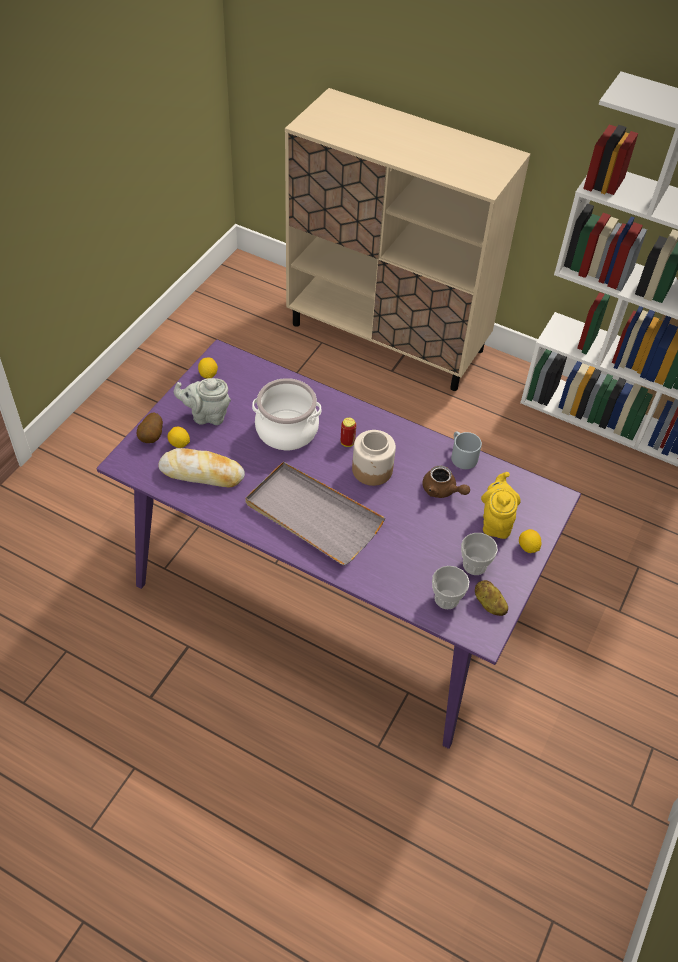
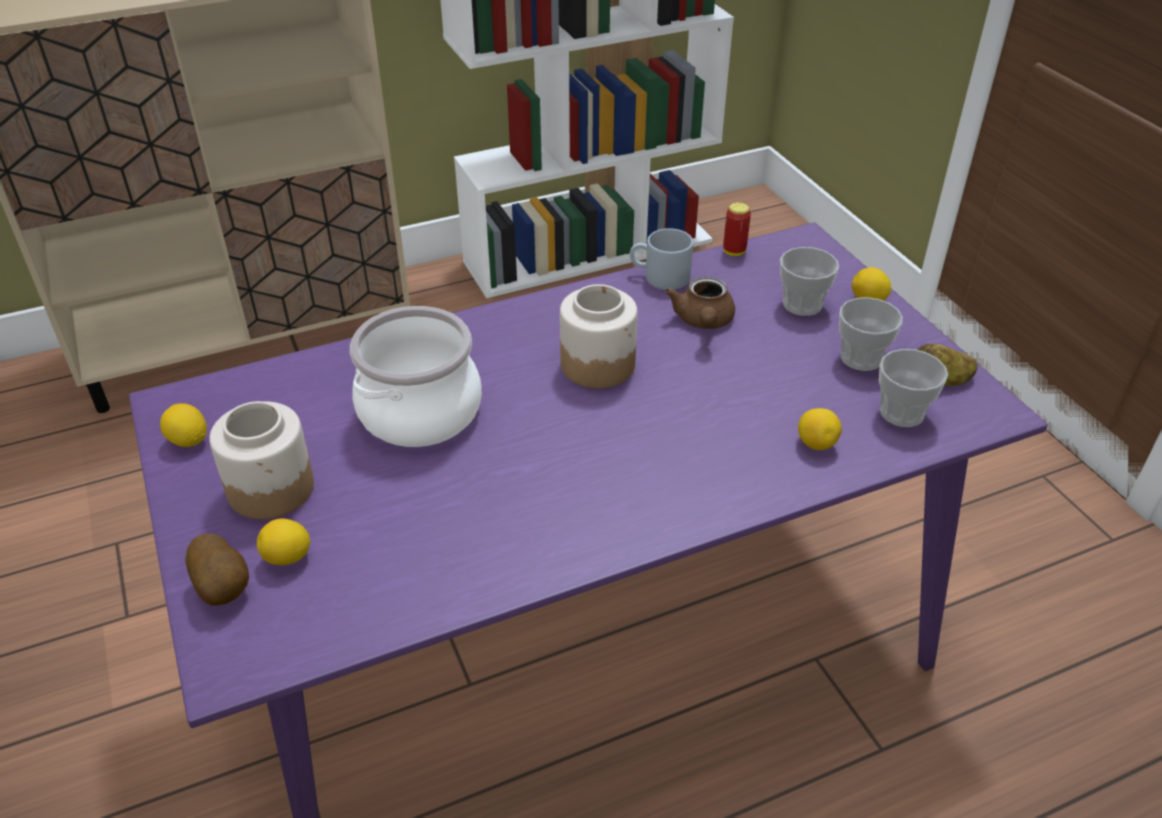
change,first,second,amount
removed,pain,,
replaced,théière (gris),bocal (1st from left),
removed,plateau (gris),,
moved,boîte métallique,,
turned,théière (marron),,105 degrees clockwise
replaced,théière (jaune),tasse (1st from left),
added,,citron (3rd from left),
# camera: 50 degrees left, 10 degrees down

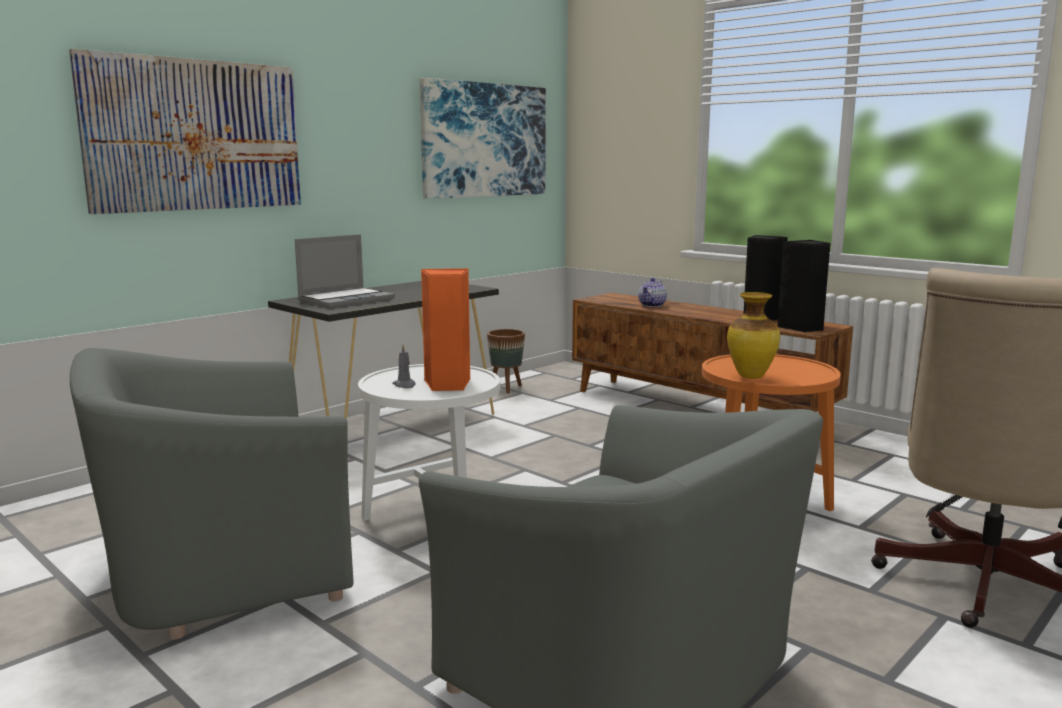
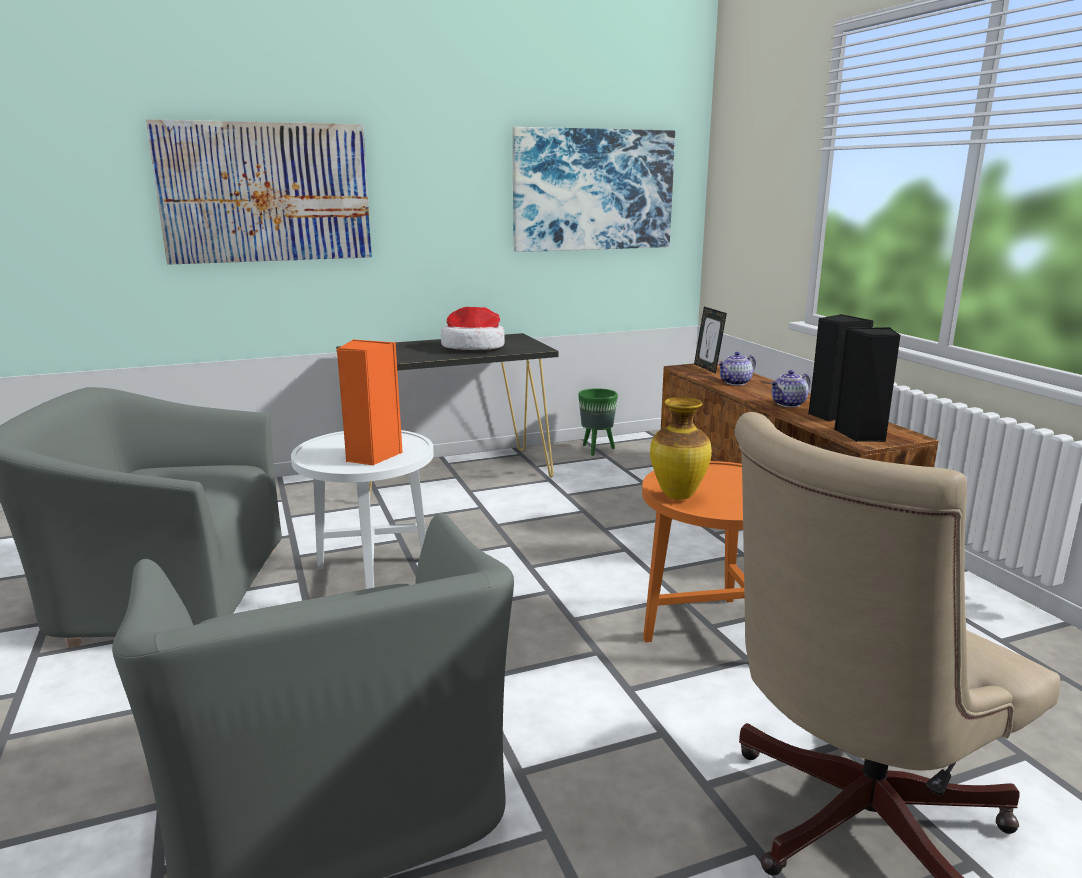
change,first,second,amount
removed,ordinateur portable,,
removed,bougie (gris),,
recoloured,cache-pot (marron),cache-pot (vert),
added,,chapeau,
added,,cadre photo,
added,,théière (2nd from left),
# camera: 25 degrees right, 5 degrees up

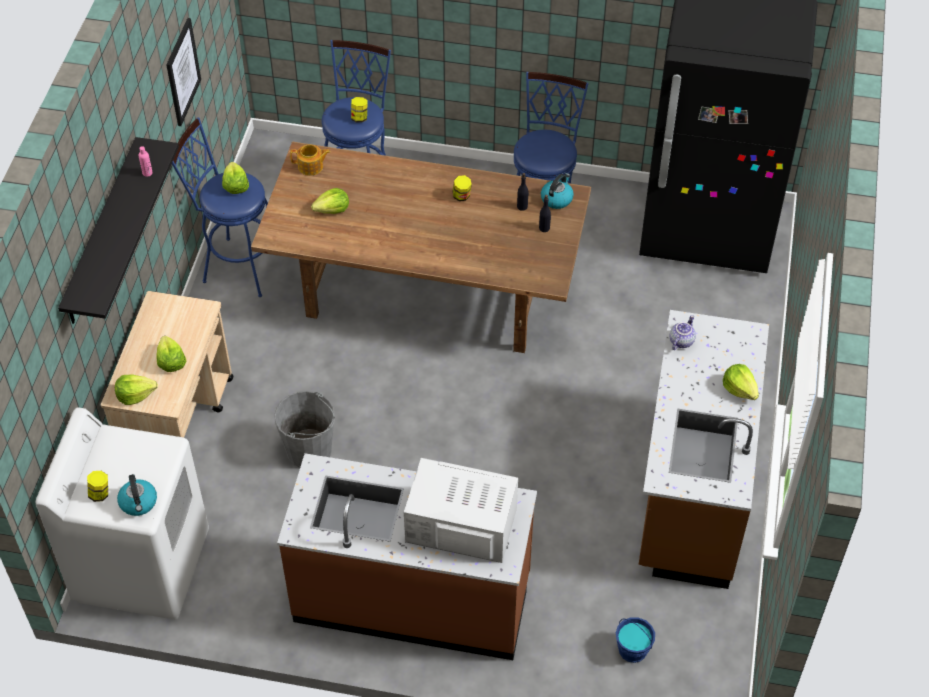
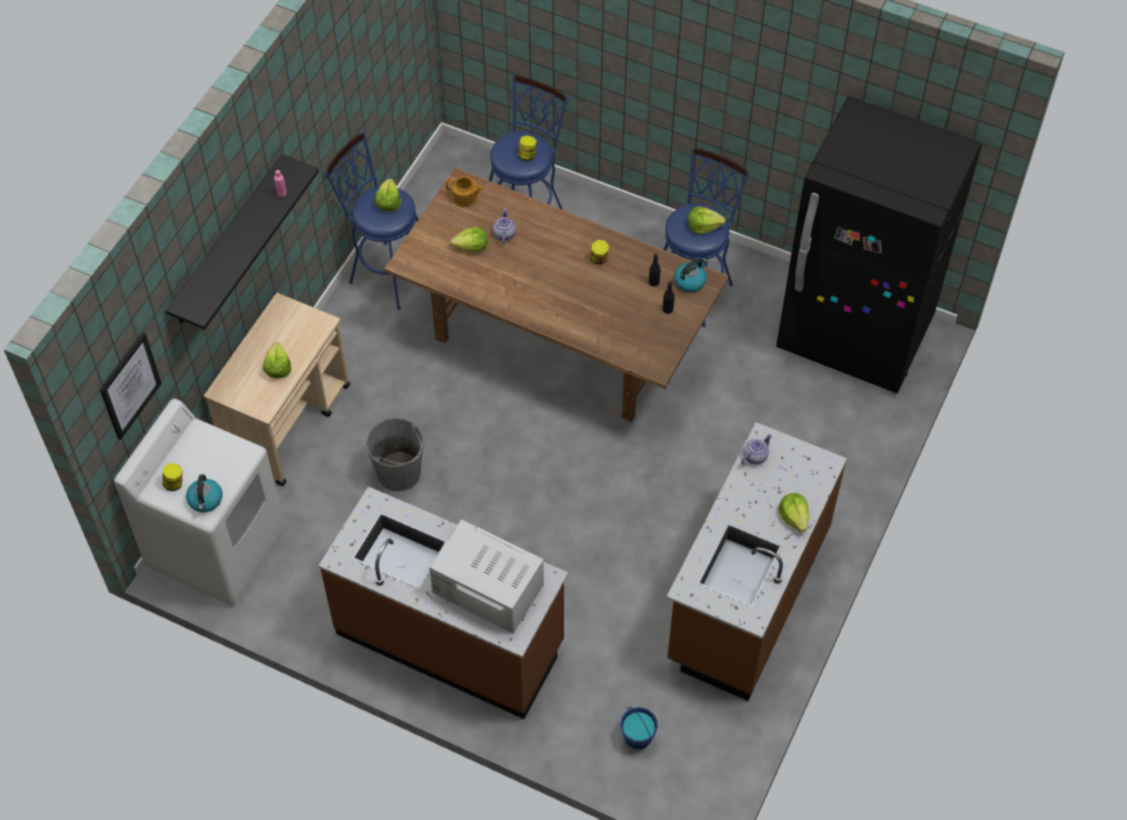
change,first,second,amount
moved,laitue (1st from left in the first image),laitue (4th from left),
moved,tableau,,
added,,théière (2nd from left),
# camera: 15 degrees right, 5 degrees up

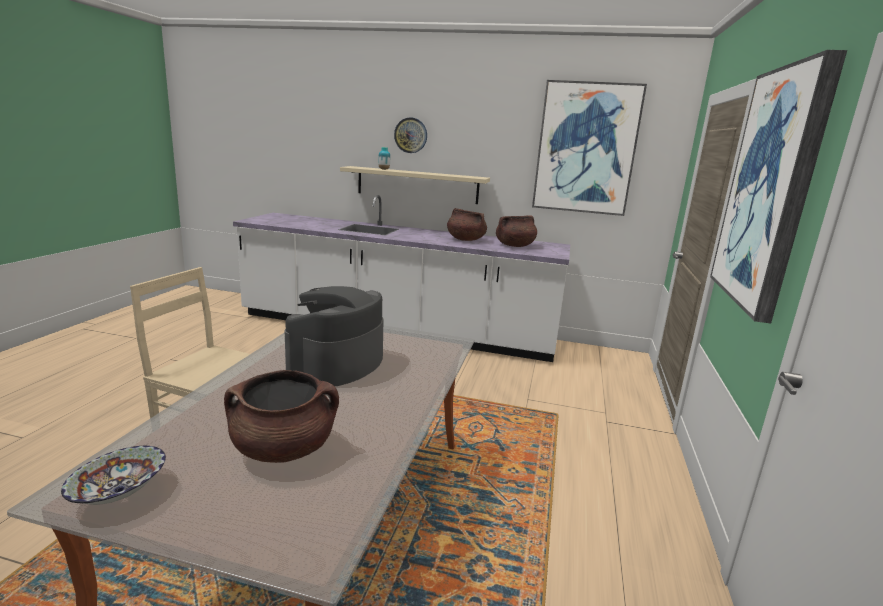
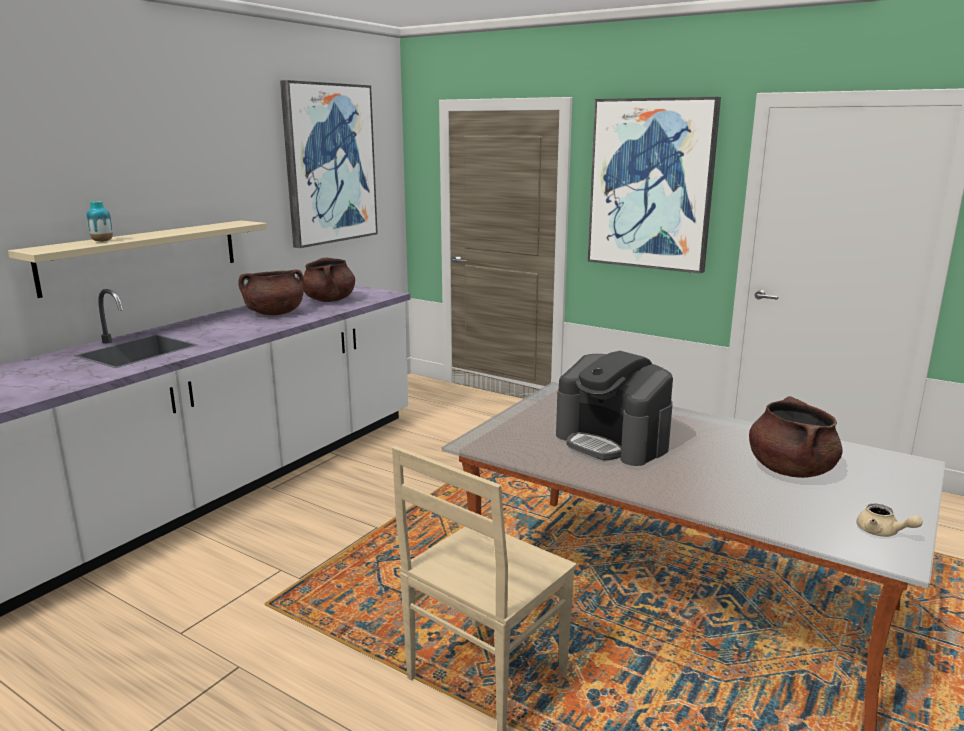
change,first,second,amount
replaced,bol,théière (beige),
removed,horloge murale,,
# camera: 70 degrees left, 0 degrees up

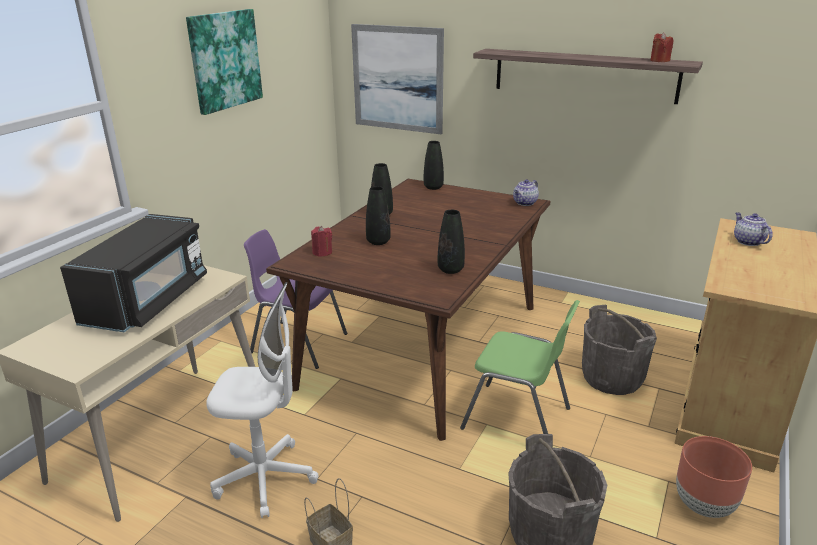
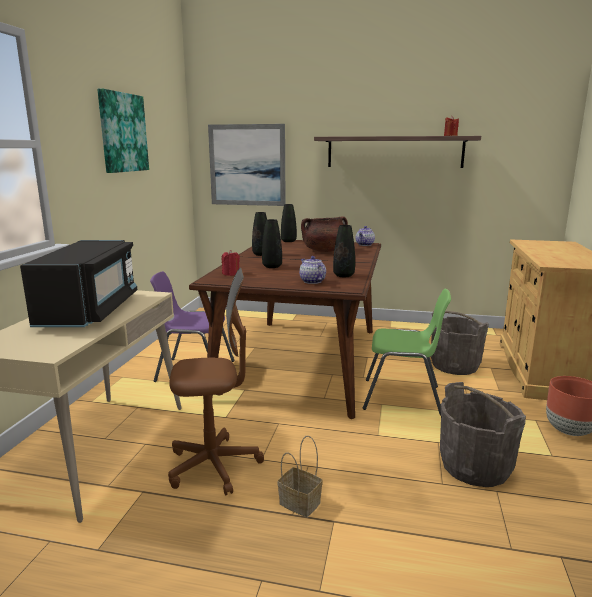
change,first,second,amount
recoloured,chaise de bureau (blanc),chaise de bureau (marron),
moved,théière (2nd from left in the first image),théière (1st from left),
added,,marmite (marron),
# camera: 15 degrees left, 10 degrees down

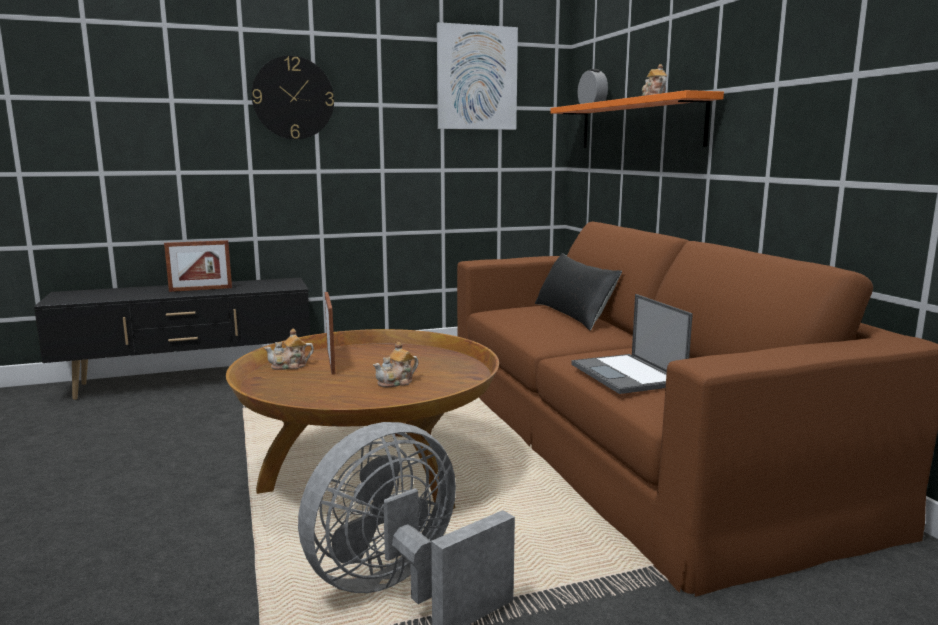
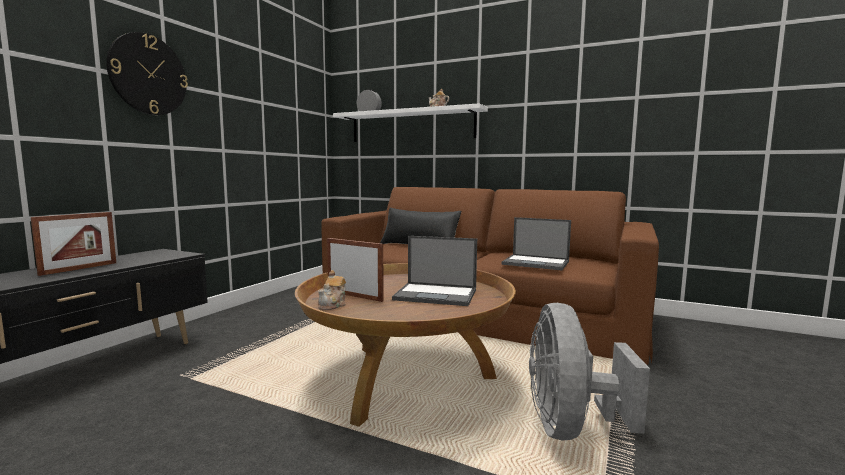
change,first,second,amount
replaced,théière (2nd from left),ordinateur portable (1st from left),
removed,tableau,,
recoloured,étagère (orange),étagère (blanc),
# camera: 45 degrees left, 5 degrees down

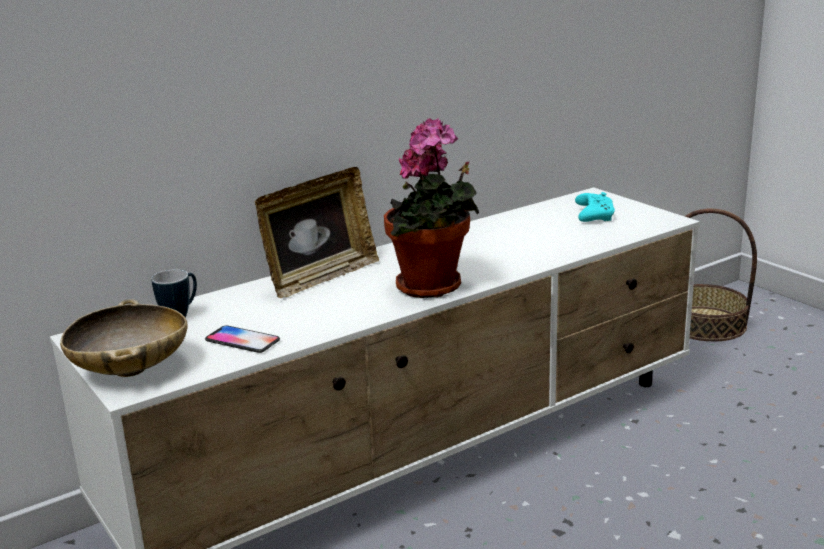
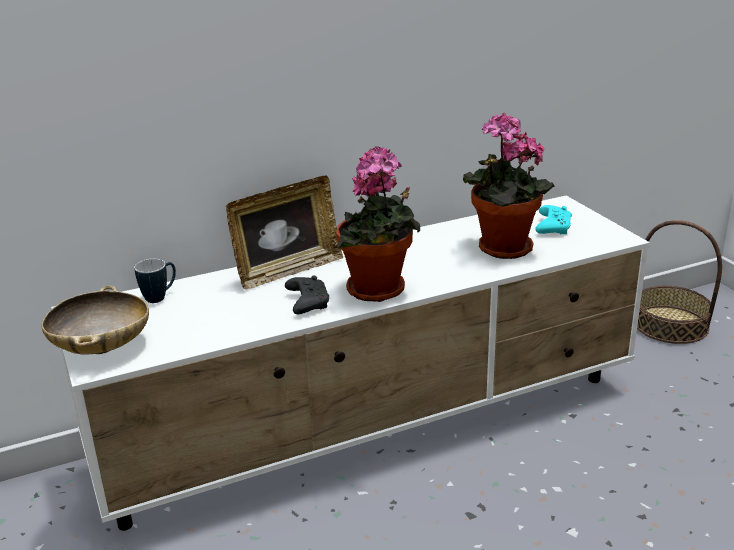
change,first,second,amount
removed,téléphone,,
added,,manette (noir),
added,,plante en pot (2nd from left),
# camera: 10 degrees right, 5 degrees up

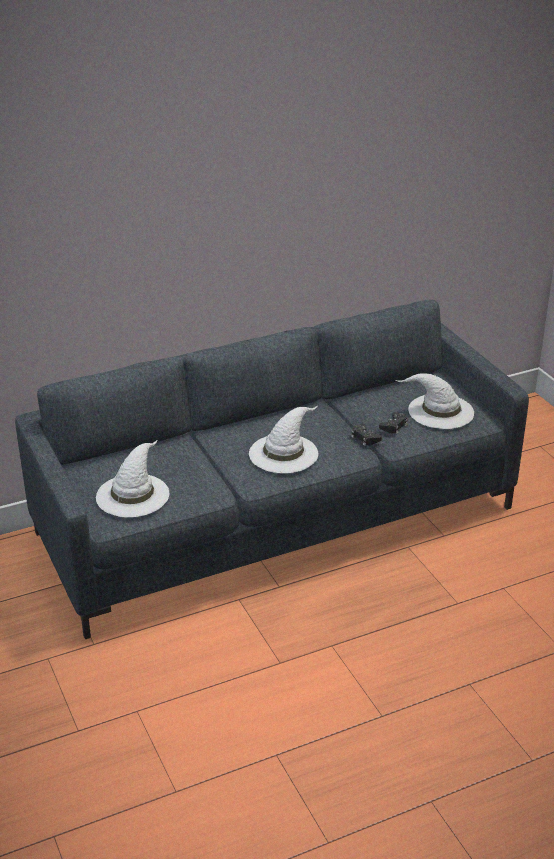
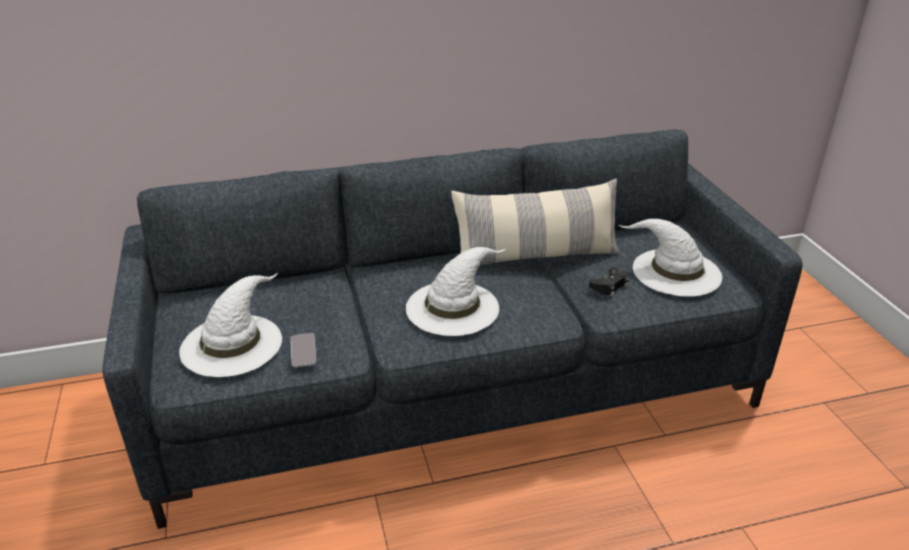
change,first,second,amount
removed,manette (noir) (1st from left),,
added,,téléphone,
added,,coussin,
# camera: 10 degrees right, 0 degrees up

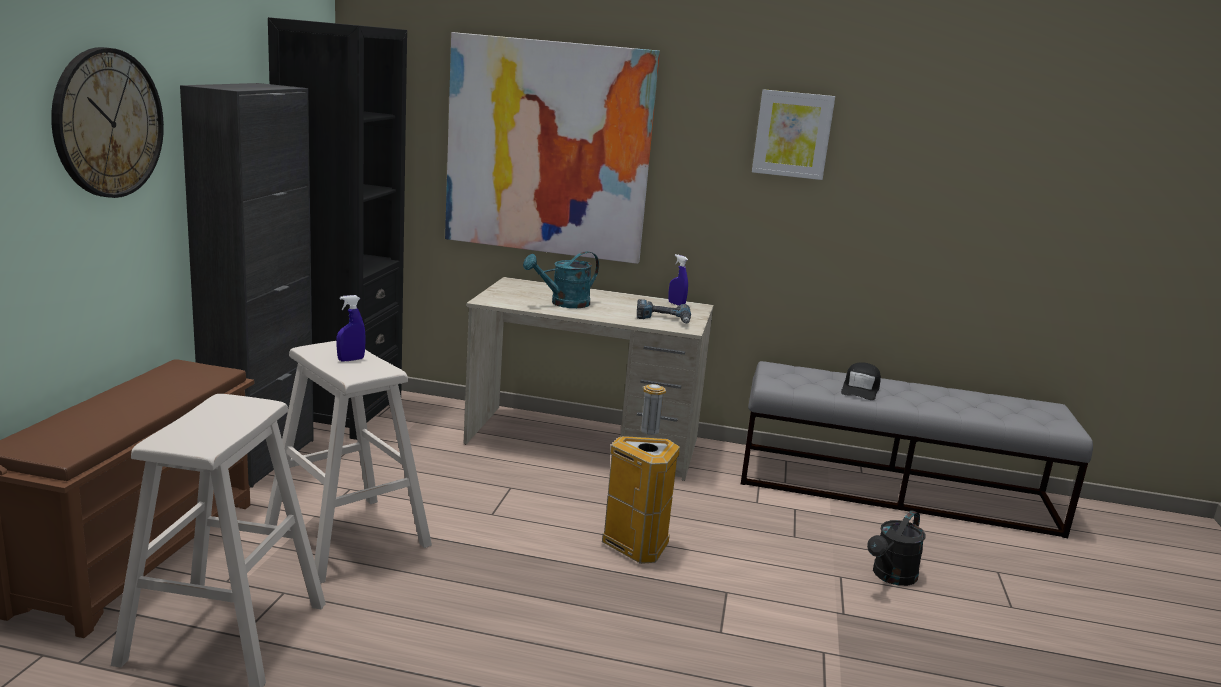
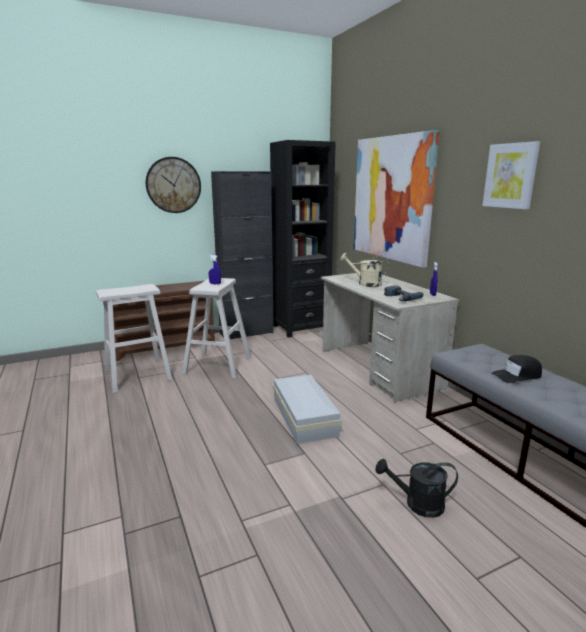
change,first,second,amount
recoloured,arrosoir (turquoise),arrosoir (beige),
replaced,poubelle,boîte de rangement (blanc),
# camera: 55 degrees right, 0 degrees up

